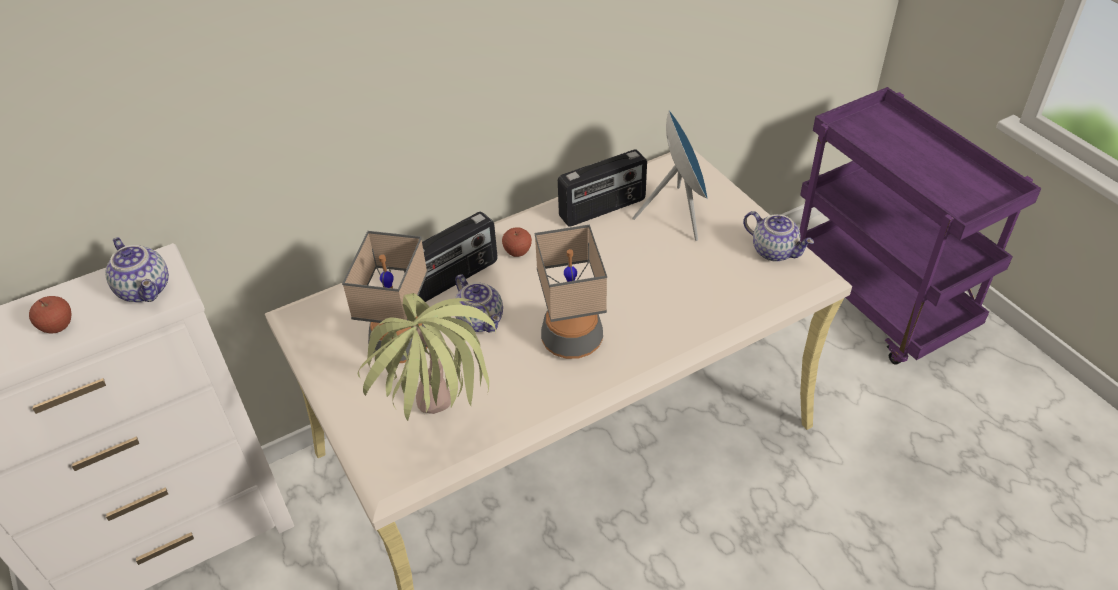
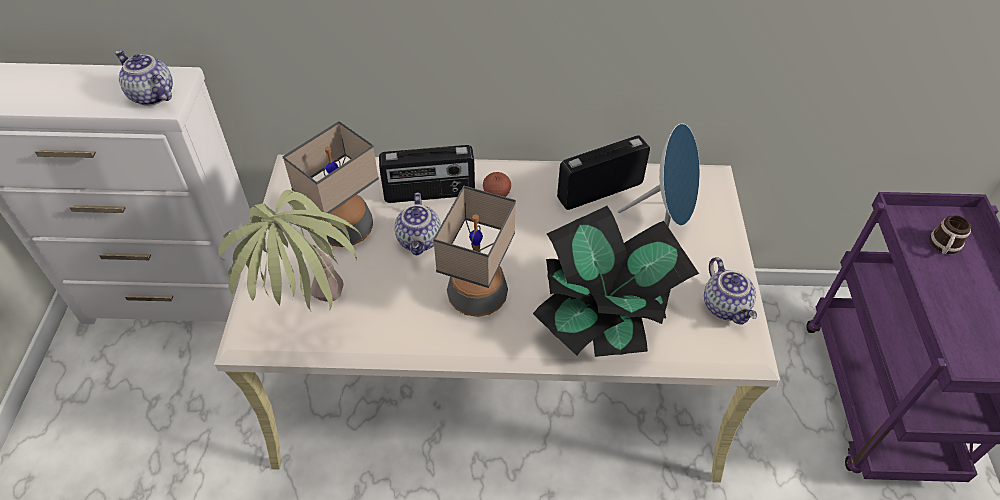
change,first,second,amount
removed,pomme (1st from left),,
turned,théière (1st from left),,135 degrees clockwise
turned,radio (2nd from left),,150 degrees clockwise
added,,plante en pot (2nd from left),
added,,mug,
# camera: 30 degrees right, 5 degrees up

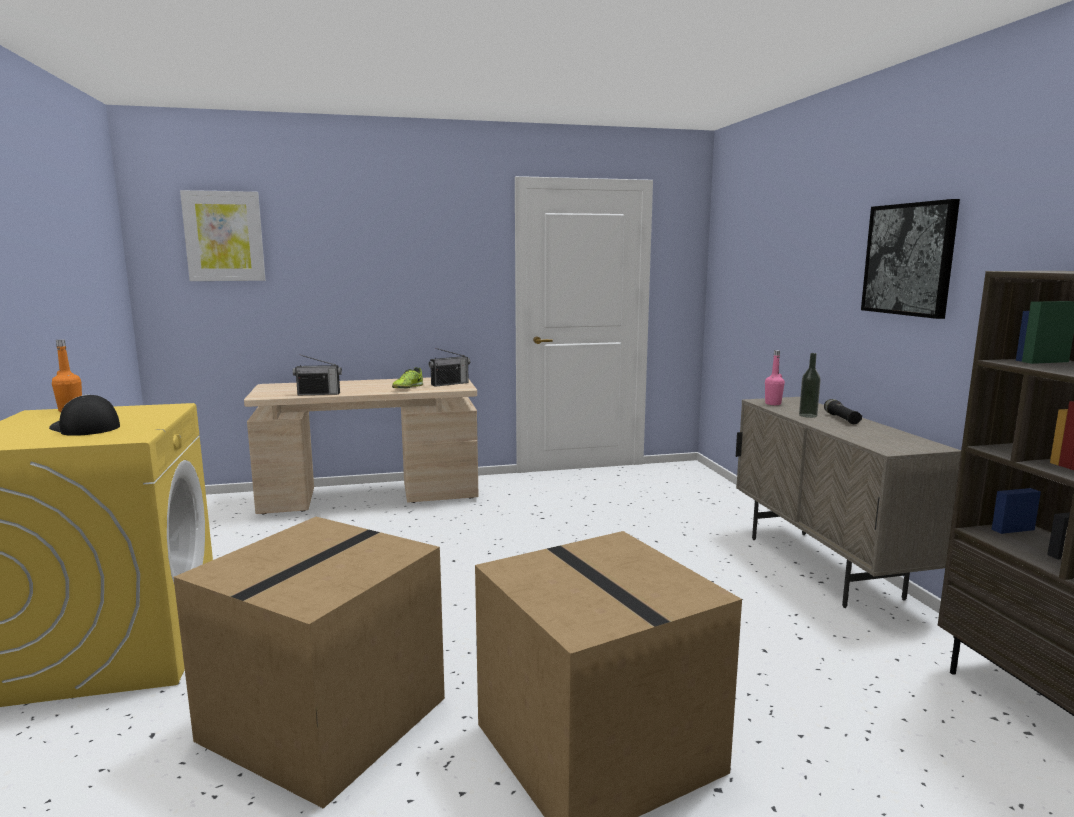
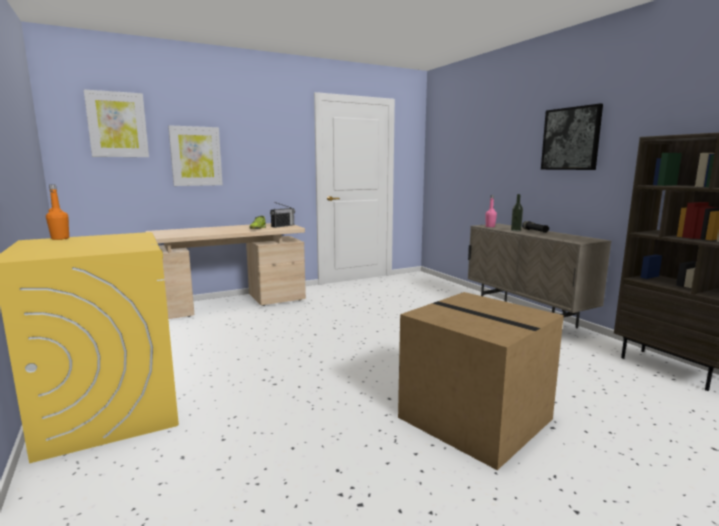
change,first,second,amount
removed,casquette,,
removed,carton (1st from left),,
removed,radio (1st from left),,
added,,tableau (2nd from left),
# camera: 15 degrees left, 0 degrees up

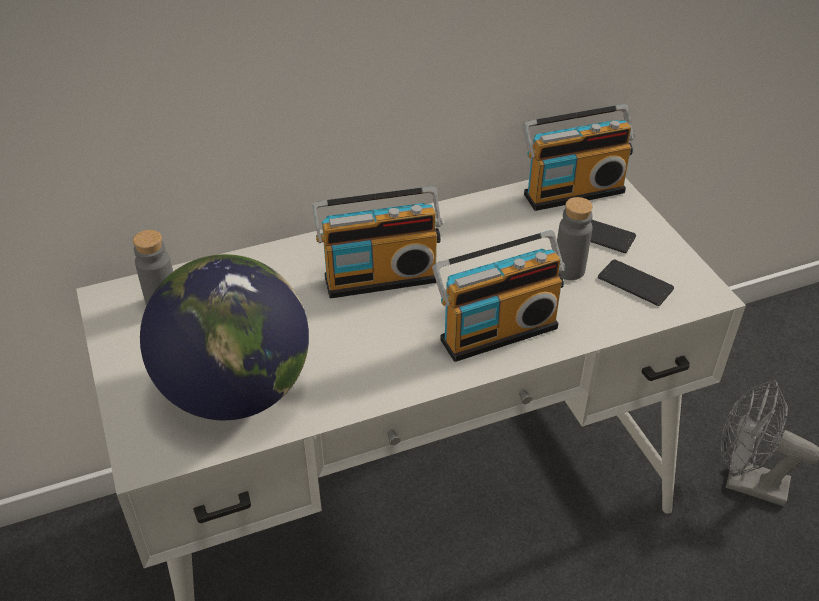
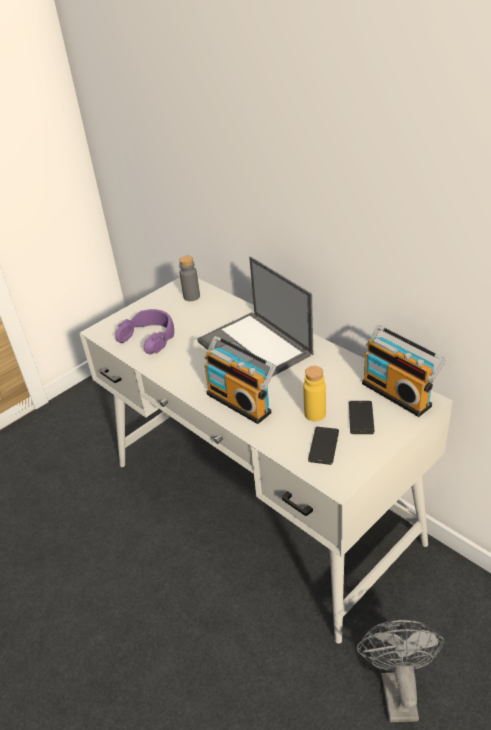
change,first,second,amount
replaced,globe,casque audio (violet),
replaced,radio (1st from left),ordinateur portable,
recoloured,bouteille (gris) (2nd from left),bouteille (jaune),
# camera: 70 degrees right, 5 degrees down

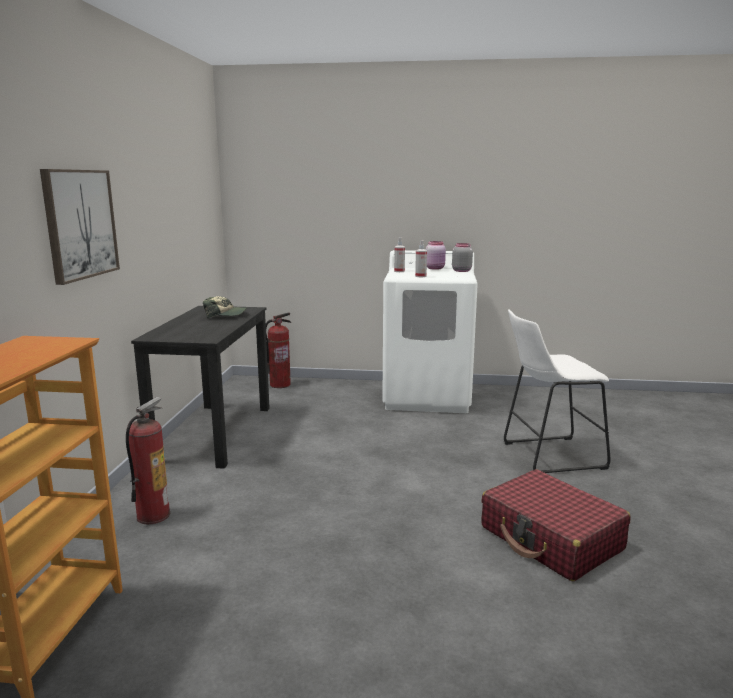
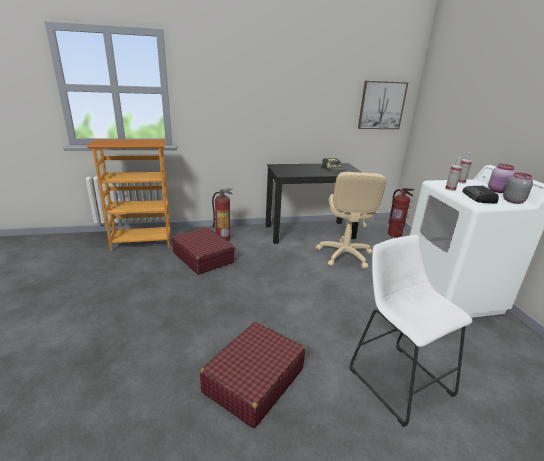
change,first,second,amount
moved,tableau,,
added,,valise (rouge) (1st from left),
added,,chaise de bureau (beige),
added,,radio,
# camera: 70 degrees right, 10 degrees up

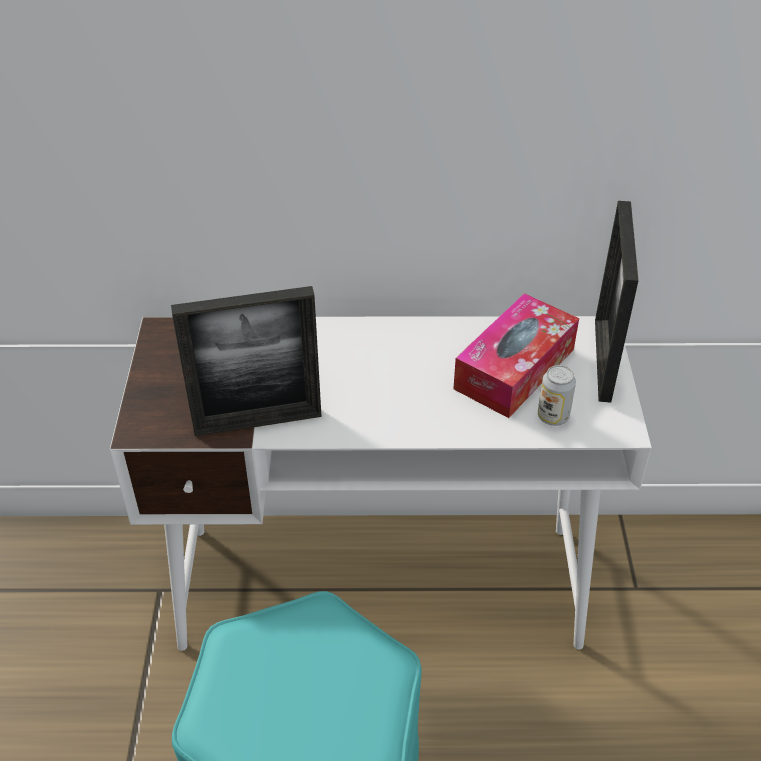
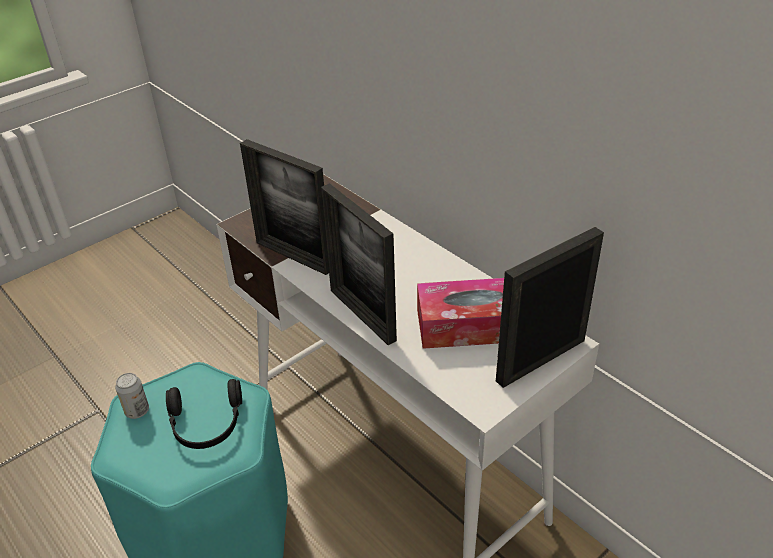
change,first,second,amount
moved,boîte métallique,,
added,,casque audio (noir),
added,,cadre photo (2nd from left),
# camera: 50 degrees right, 5 degrees down

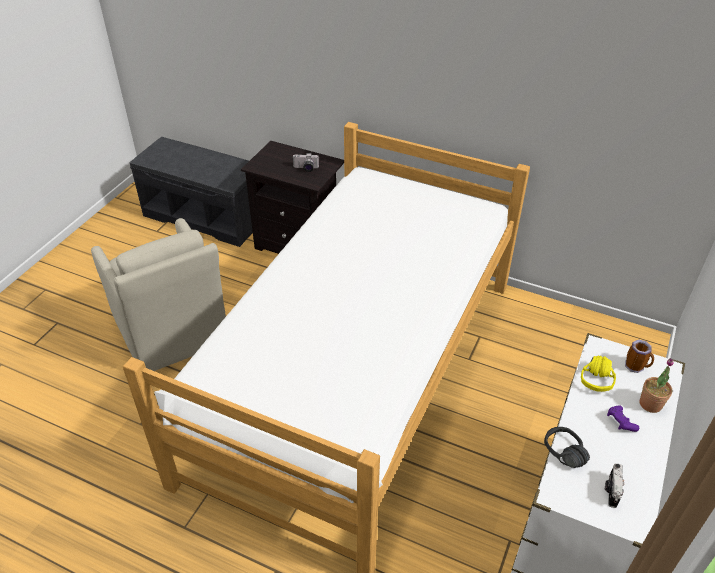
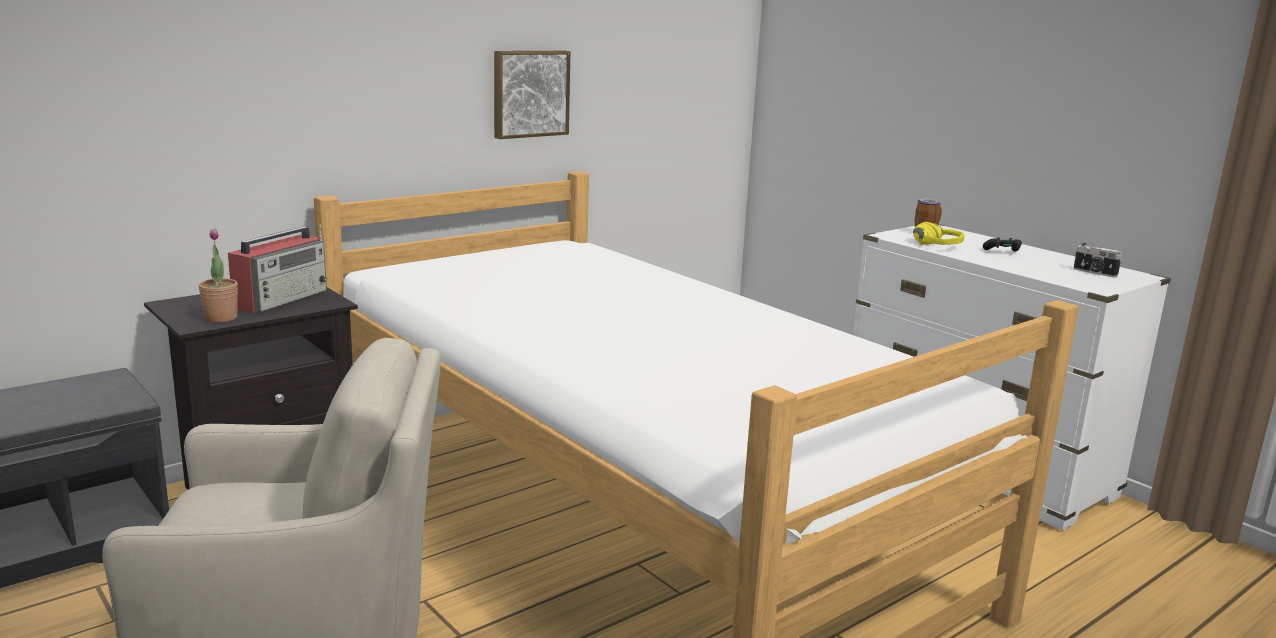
change,first,second,amount
replaced,appareil photo (1st from left),radio,
removed,casque audio (noir),,
recoloured,manette (violet),manette (noir),
moved,plante en pot,,
added,,tableau,
# camera: 65 degrees left, 25 degrees down

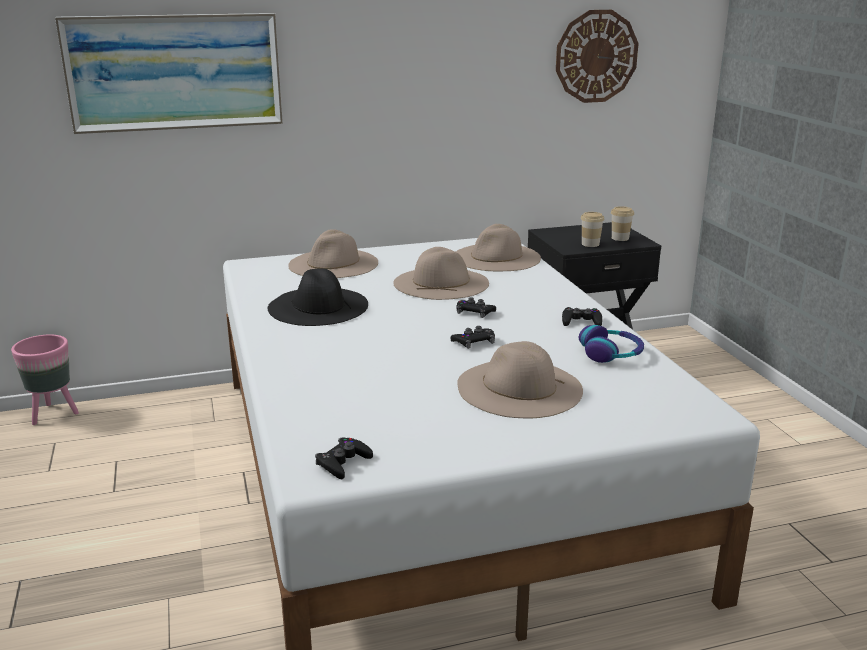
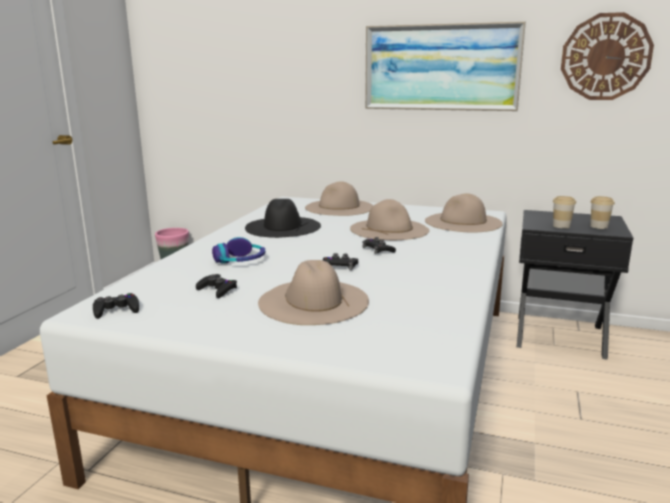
change,first,second,amount
moved,tableau,,
moved,manette (noir) (4th from left in the first image),manette (noir) (2nd from left),
moved,casque audio,,
# camera: 35 degrees right, 5 degrees down

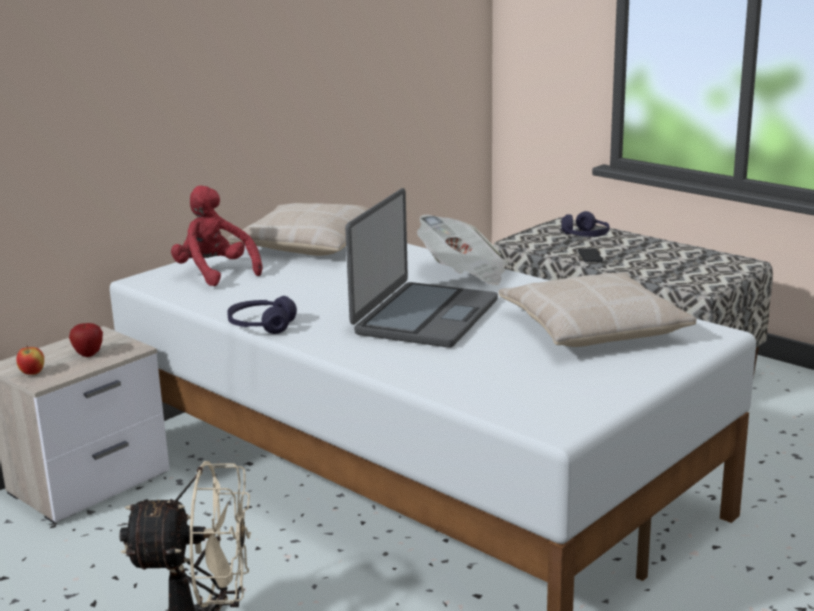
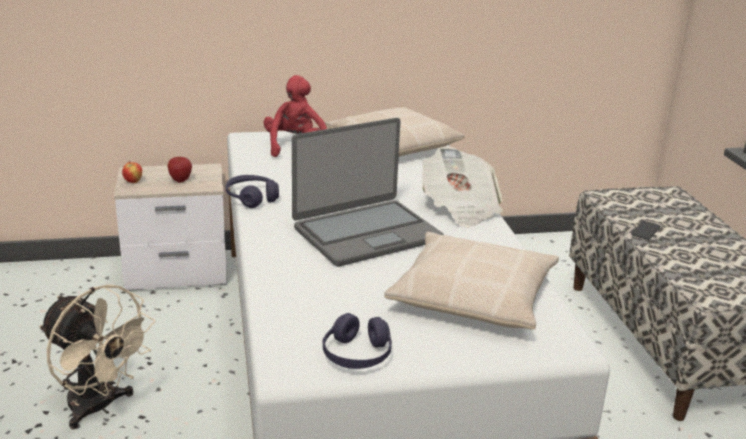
change,first,second,amount
moved,casque audio (violet) (2nd from left),,
# camera: 35 degrees right, 5 degrees up

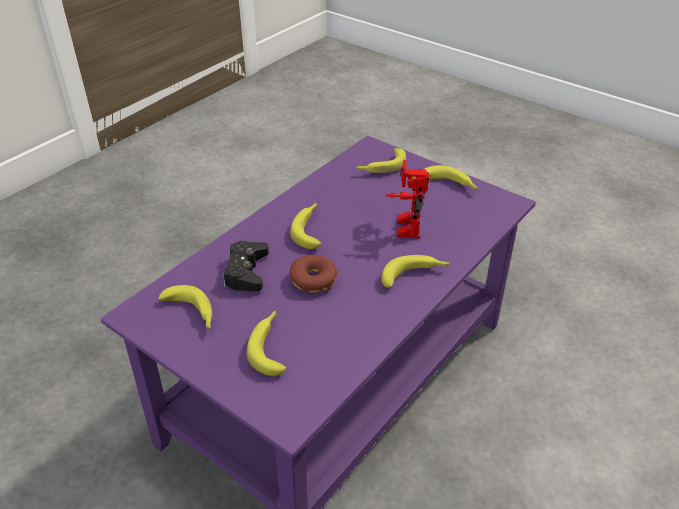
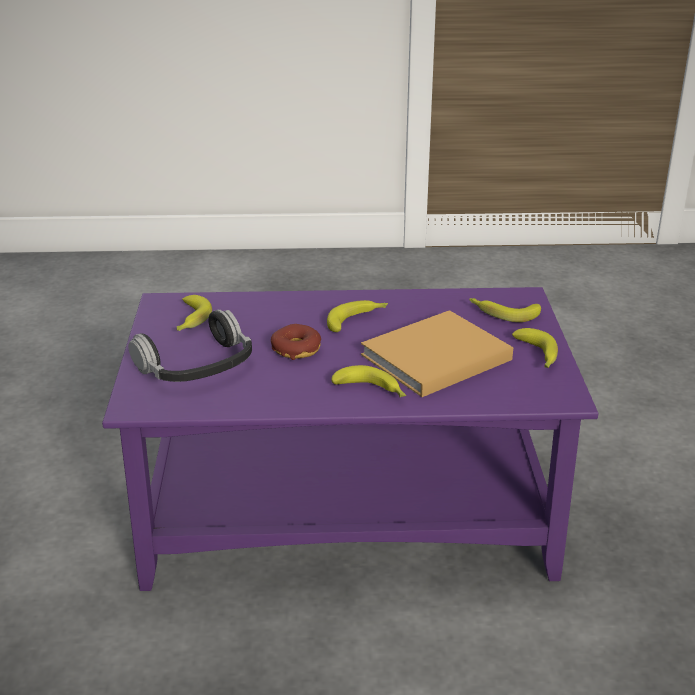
change,first,second,amount
removed,manette (noir),,
replaced,banane (2nd from left),casque audio,
replaced,robot jouet,livre (beige),
# camera: 50 degrees right, 10 degrees down

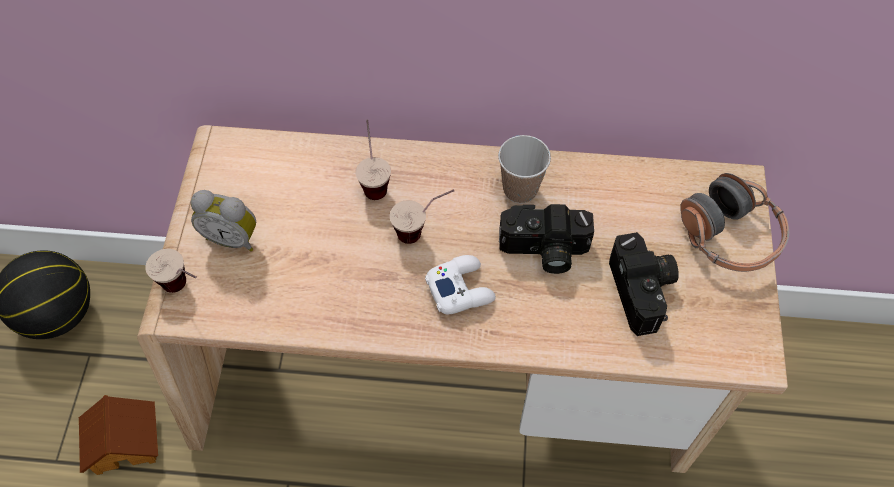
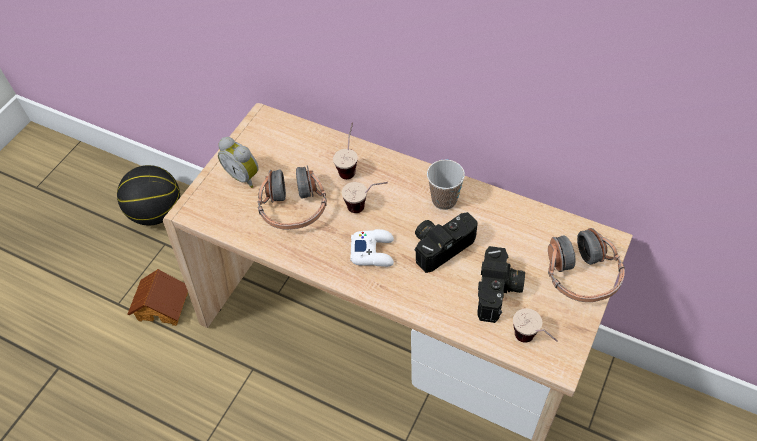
change,first,second,amount
moved,tasse (1st from left in the first image),tasse (4th from left),
turned,appareil photo (1st from left),,120 degrees clockwise
added,,casque audio (1st from left),
# camera: 25 degrees right, 5 degrees down

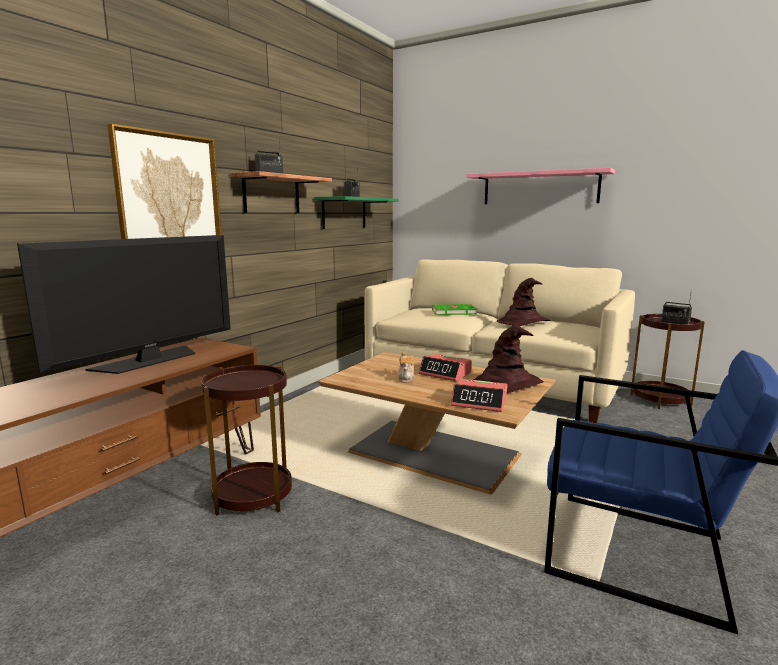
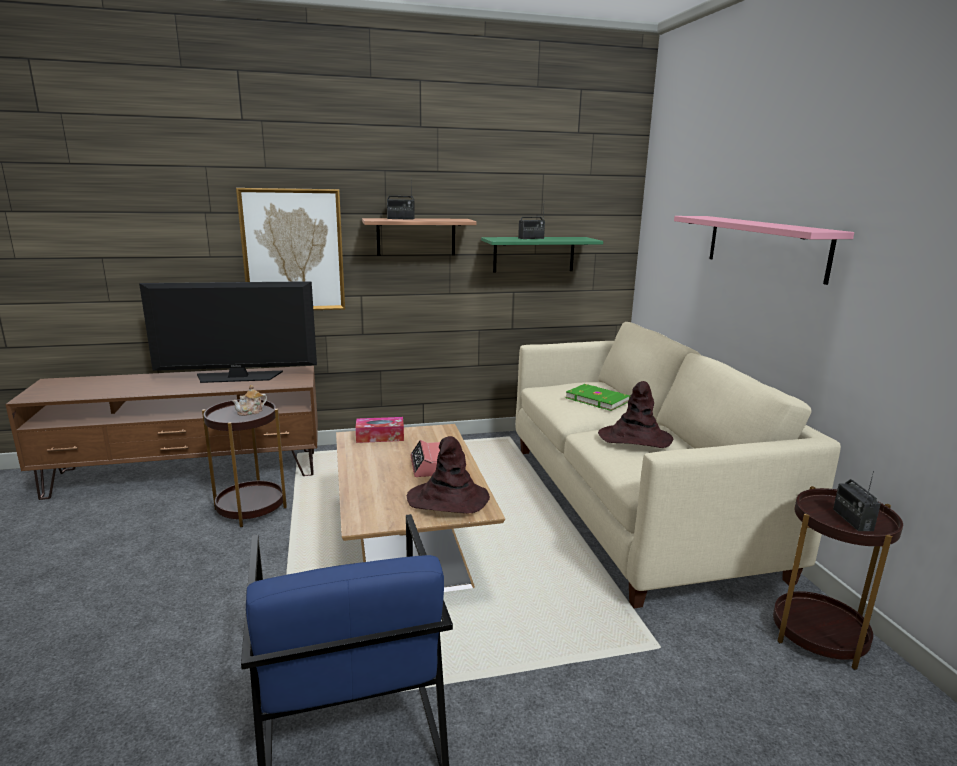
change,first,second,amount
moved,théière,,
removed,réveil (2nd from left),,
added,,boîte à mouchoirs,
# camera: 45 degrees right, 5 degrees up

